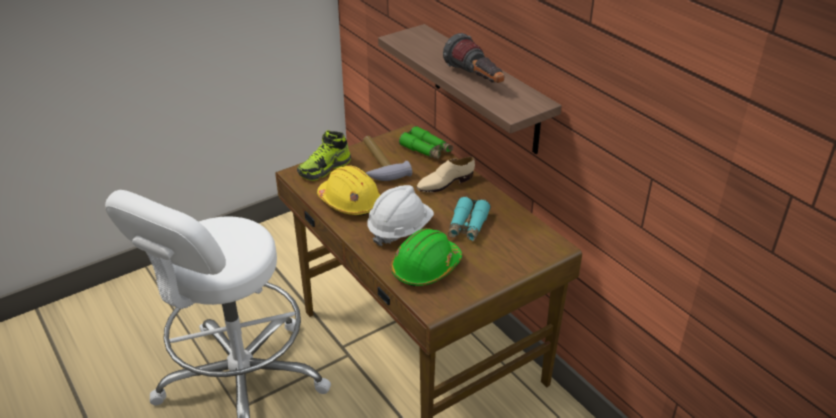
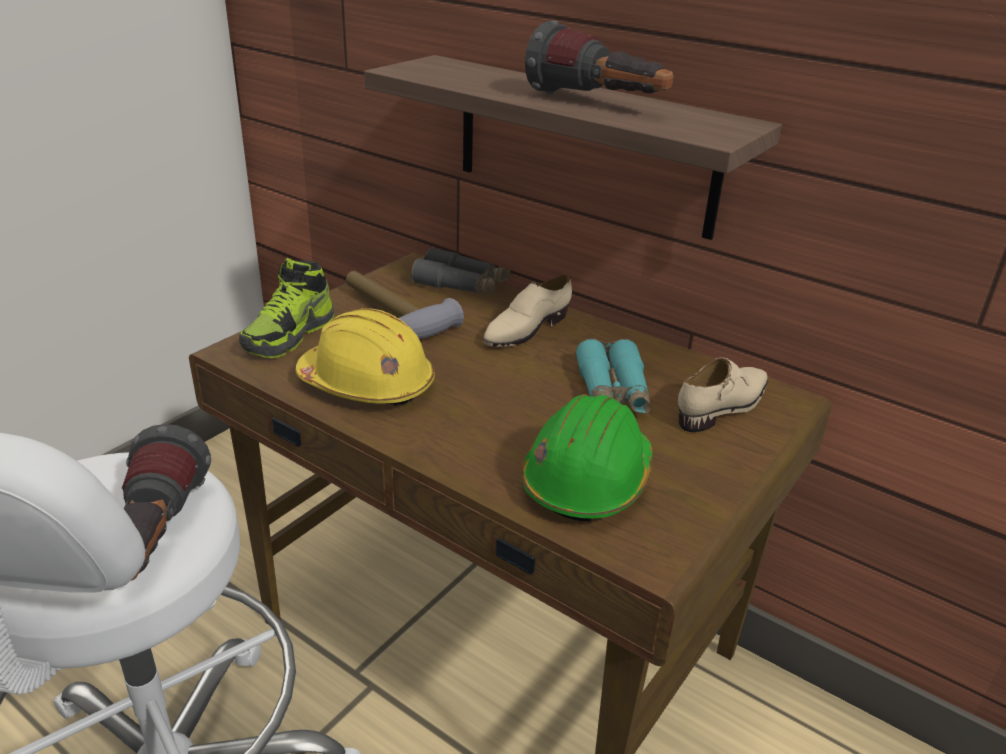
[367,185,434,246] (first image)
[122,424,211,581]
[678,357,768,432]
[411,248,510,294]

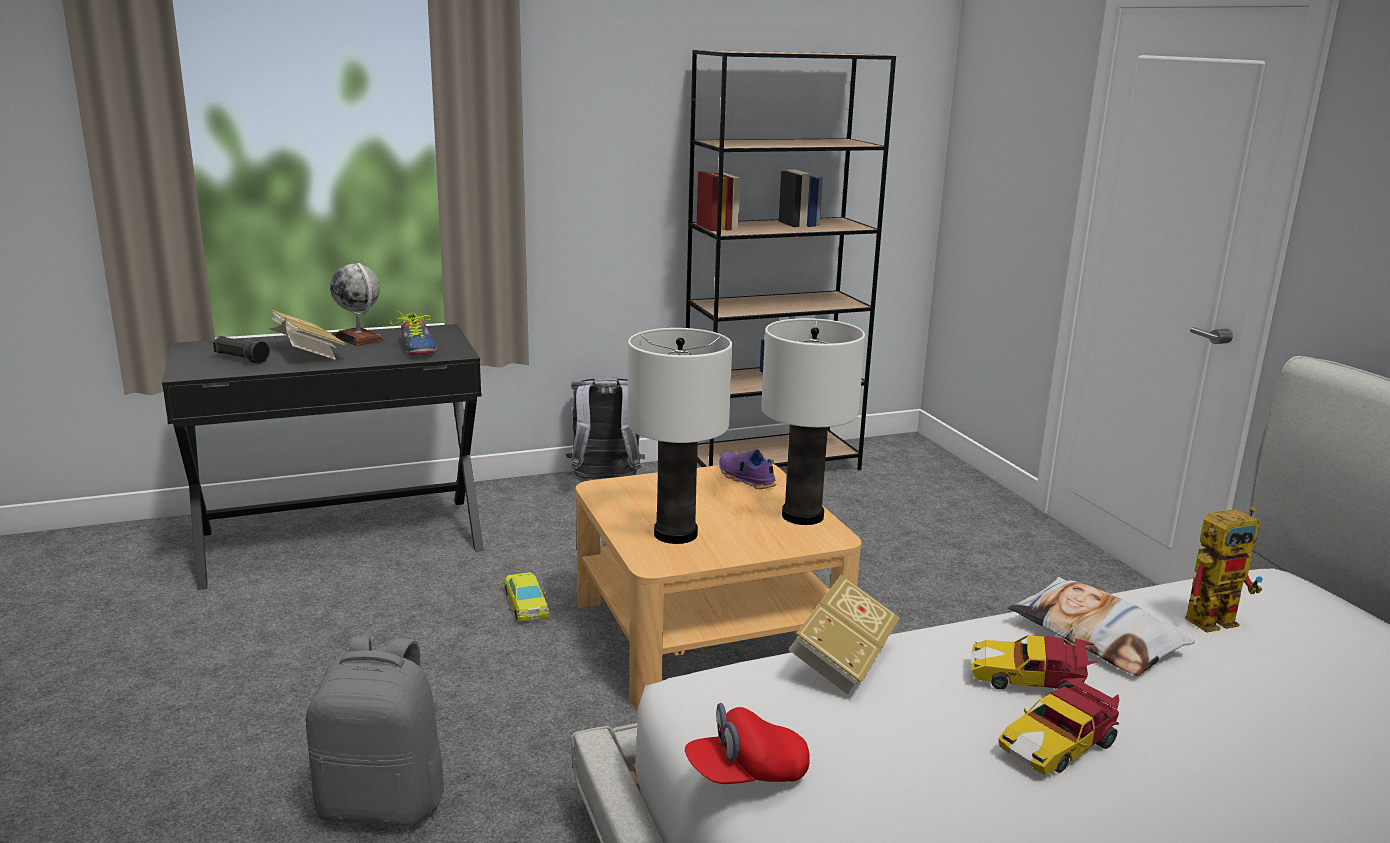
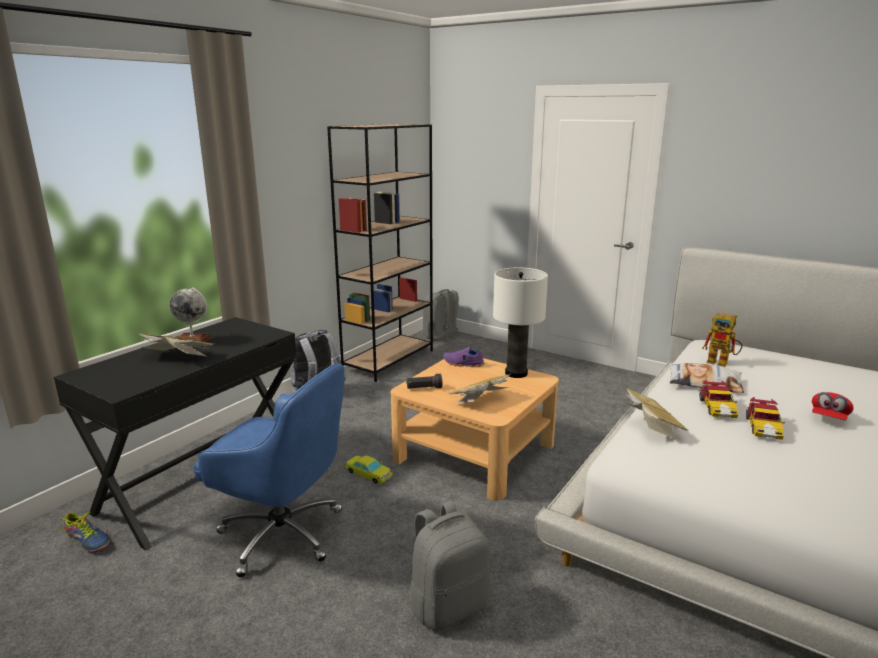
[193,363,344,577]
[423,289,462,342]
[406,374,443,389]
[59,511,110,553]
[812,392,853,420]
[447,374,511,404]
[700,380,738,418]
[702,313,742,367]

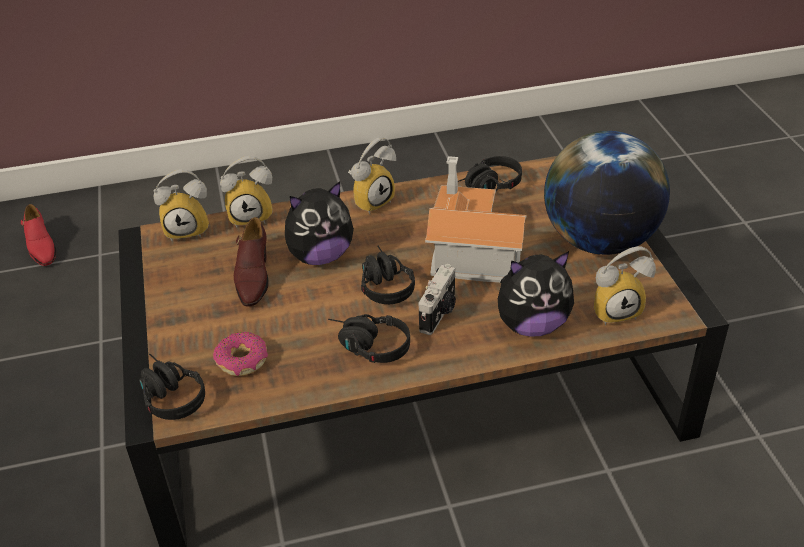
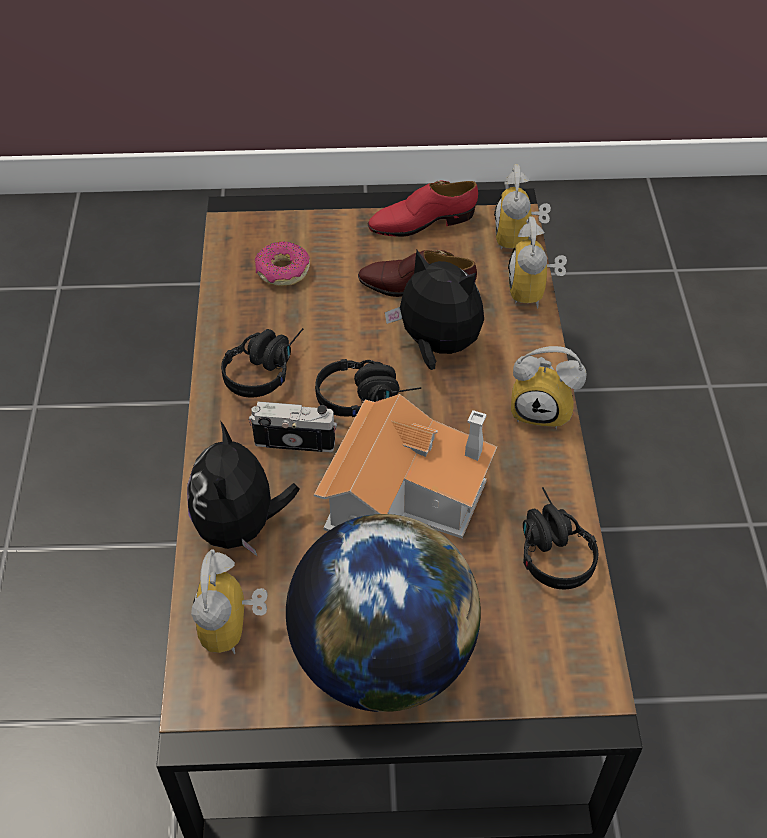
[139,354,205,420] (first image)
[368,180,478,237]
[385,250,484,370]
[511,346,586,429]
[249,402,337,452]

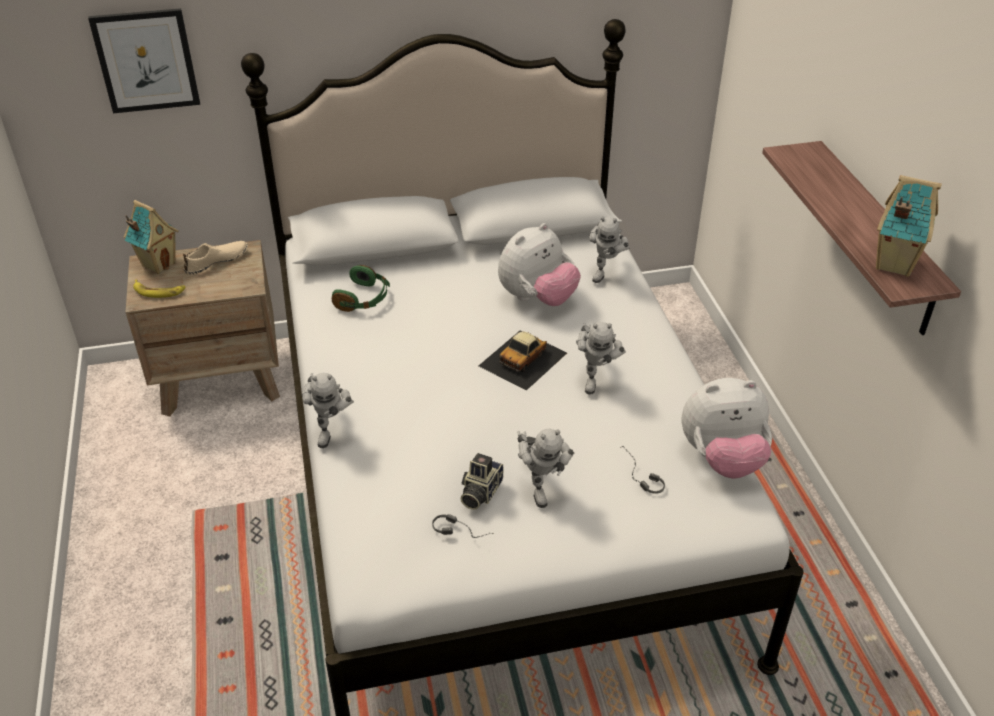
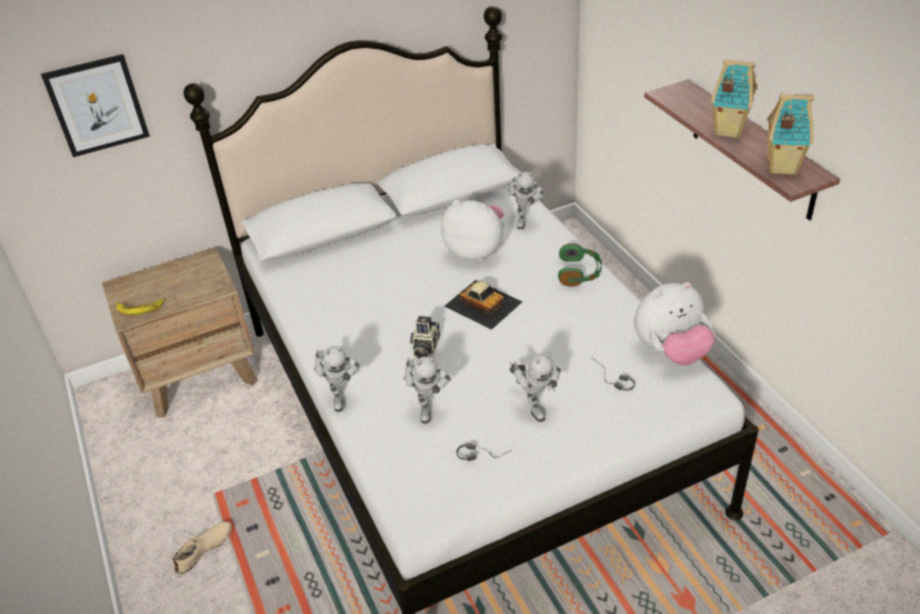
[711,59,757,138]
[172,522,232,574]
[558,243,602,287]
[410,316,440,359]
[404,357,451,424]
[445,280,522,330]
[441,200,505,261]

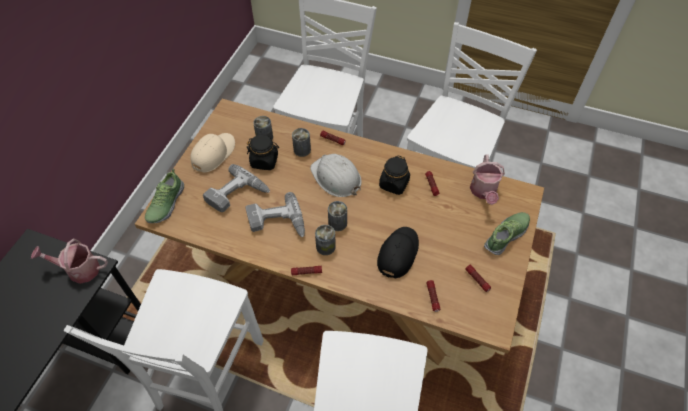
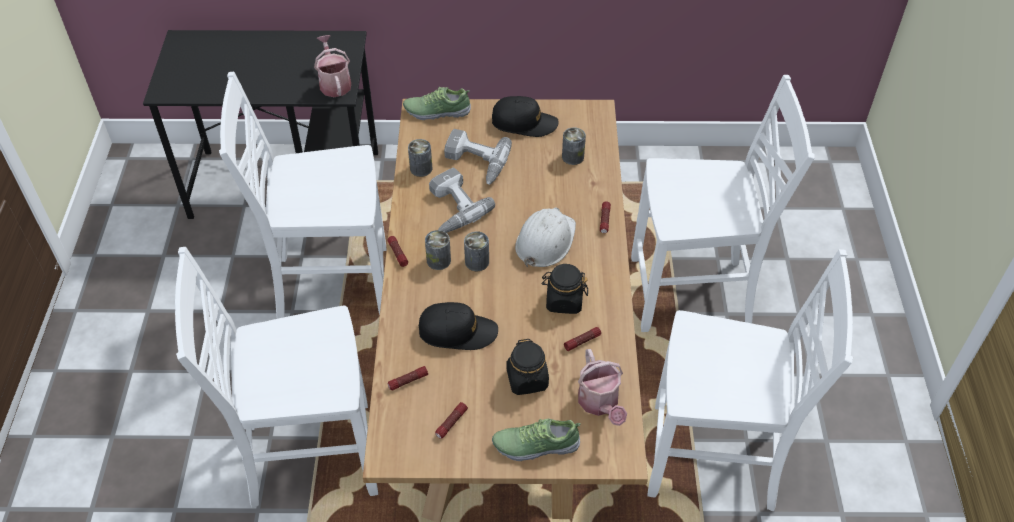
[506,339,549,395]
[408,139,432,177]
[492,96,559,137]
[578,349,627,426]
[492,419,581,461]

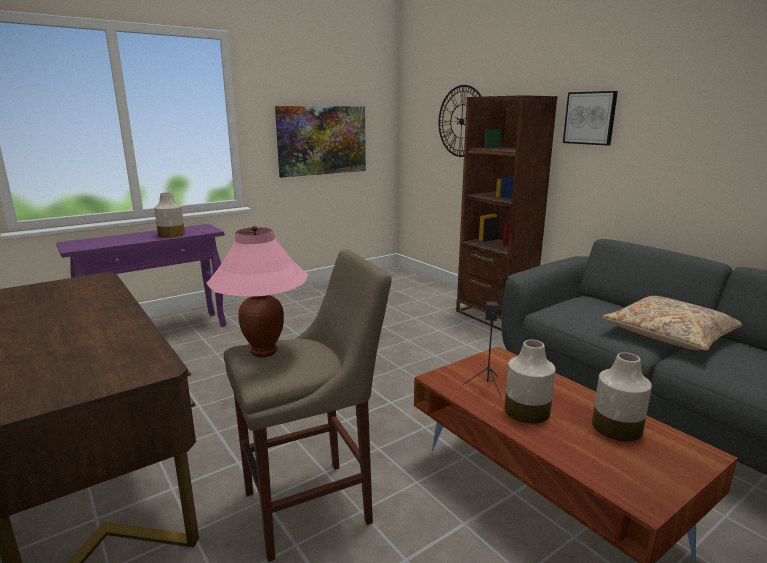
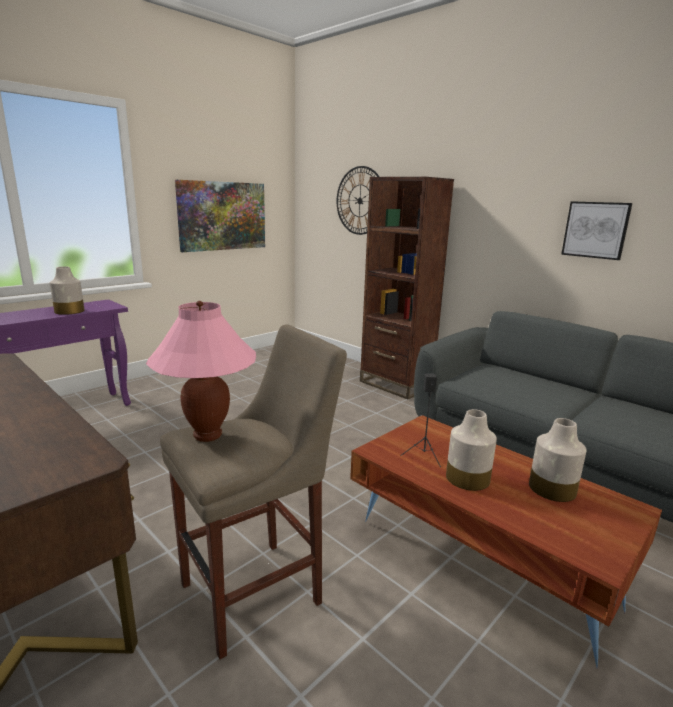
[602,296,742,350] (first image)
[561,201,632,260]

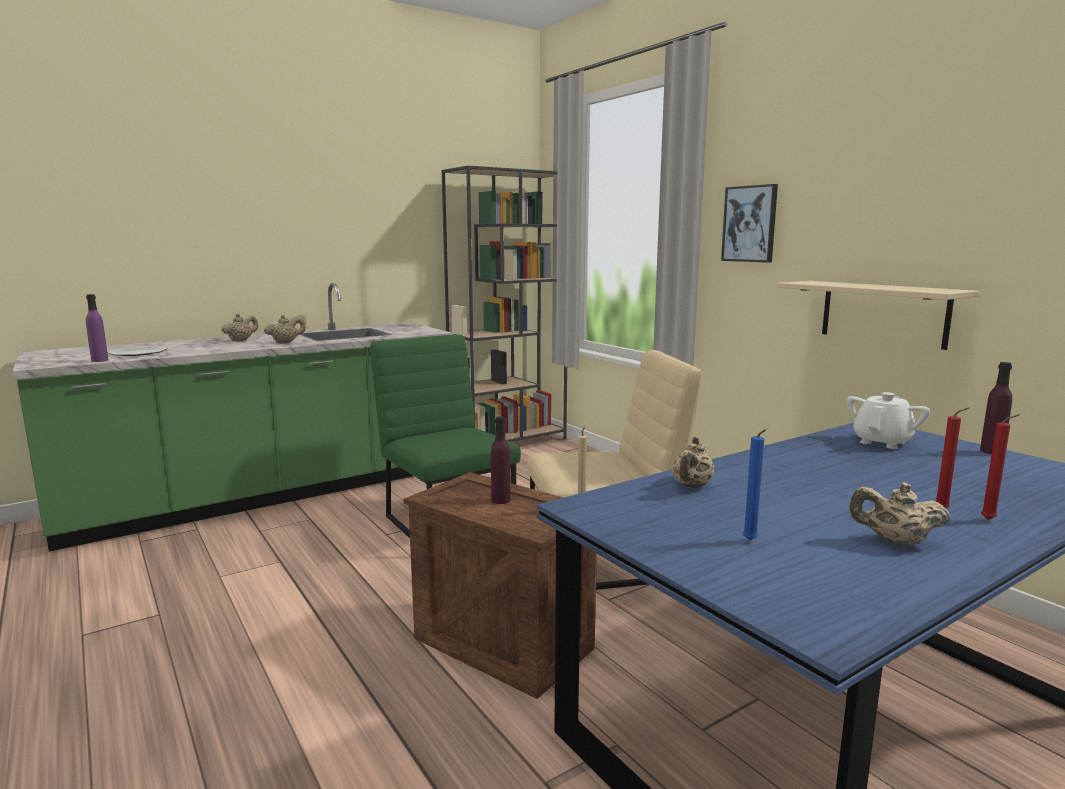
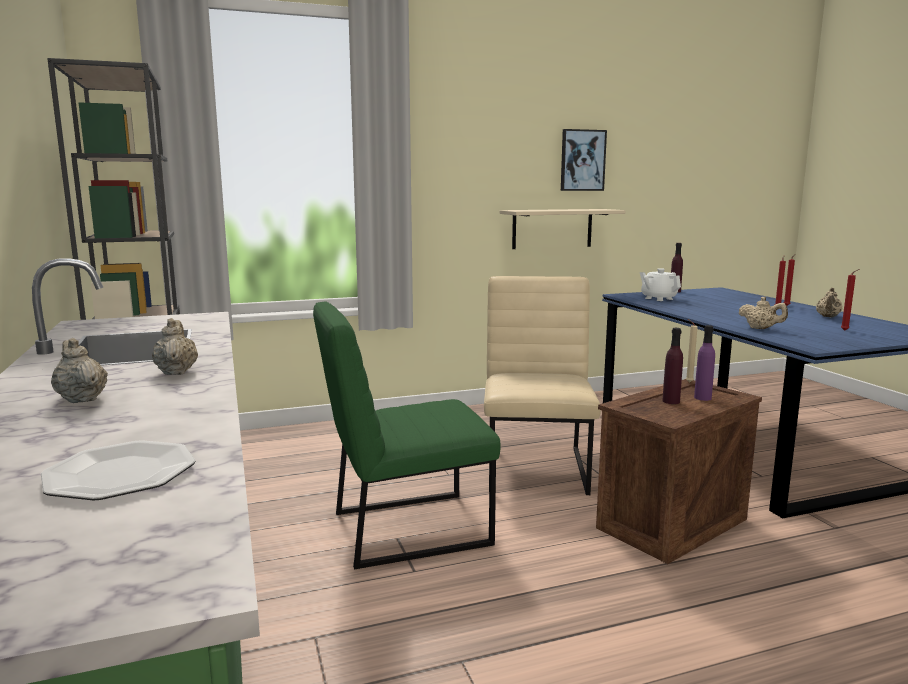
[694,325,715,401]
[561,129,607,191]
[841,269,859,331]

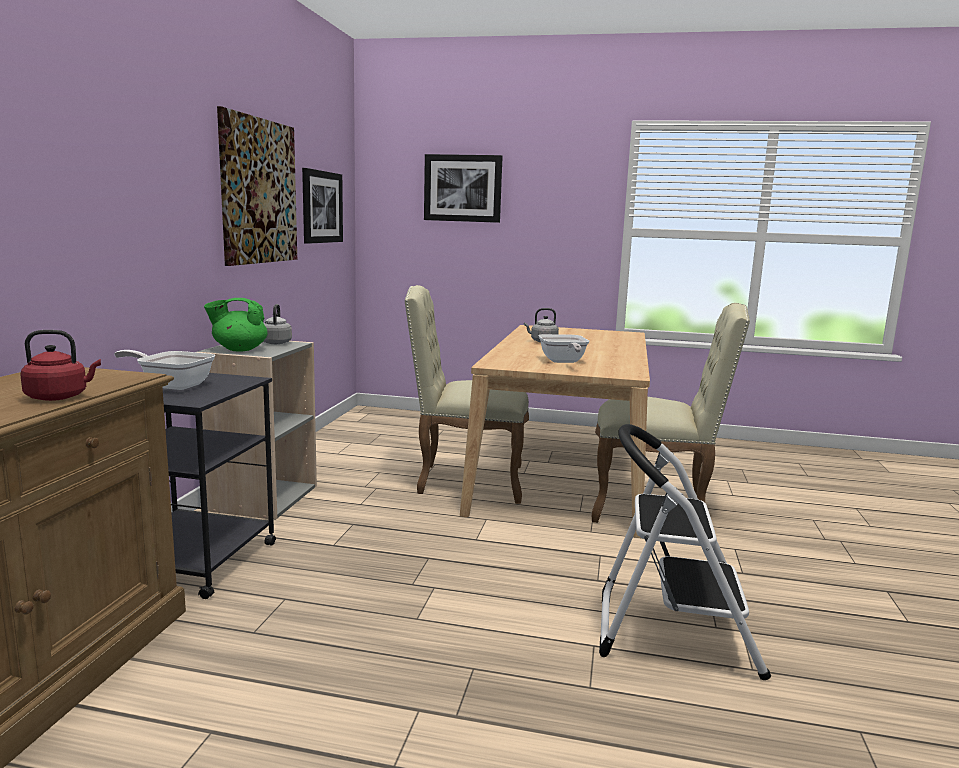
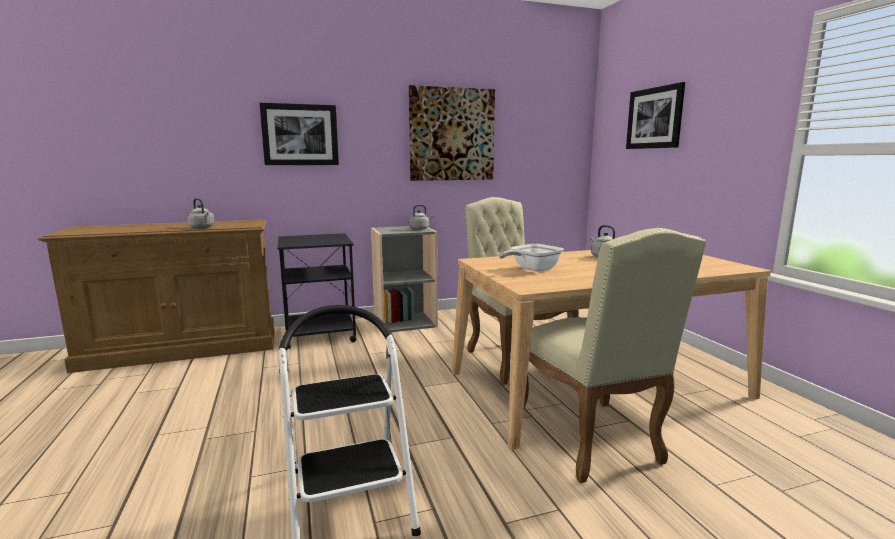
[114,350,215,390] (first image)
[204,298,268,352] (first image)
[259,103,339,165]
[188,198,215,228]

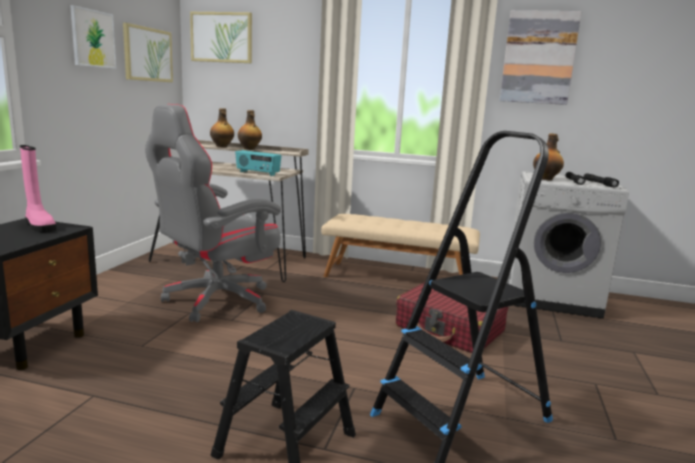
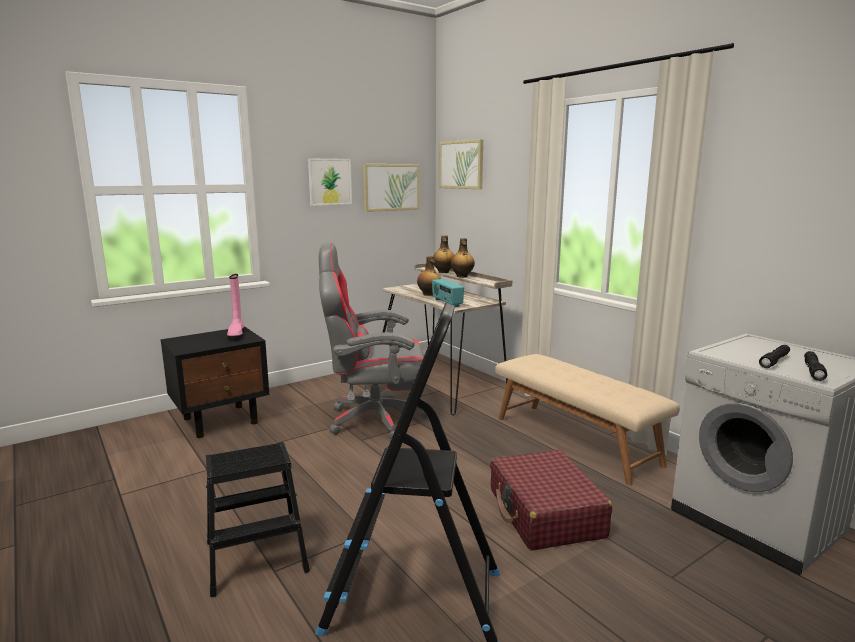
[500,10,582,105] (first image)
[417,256,441,296]

